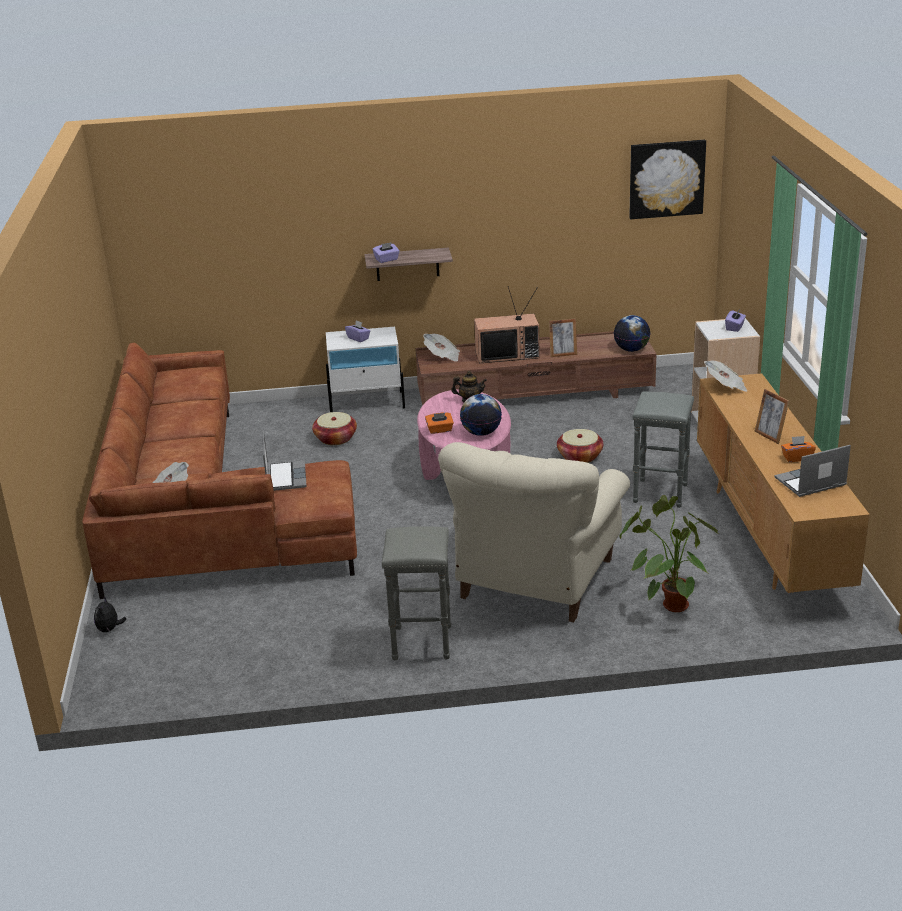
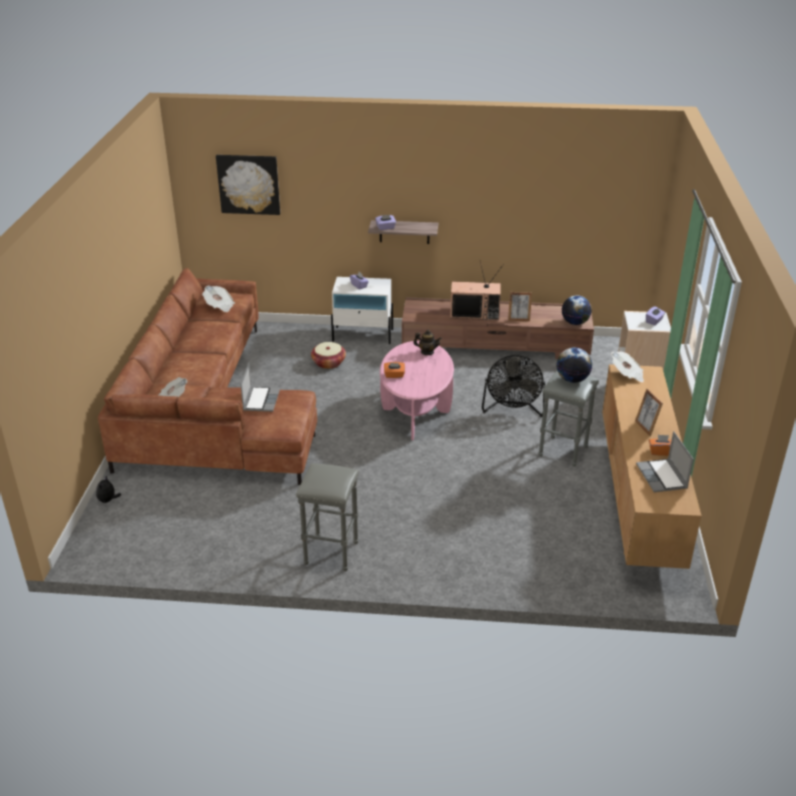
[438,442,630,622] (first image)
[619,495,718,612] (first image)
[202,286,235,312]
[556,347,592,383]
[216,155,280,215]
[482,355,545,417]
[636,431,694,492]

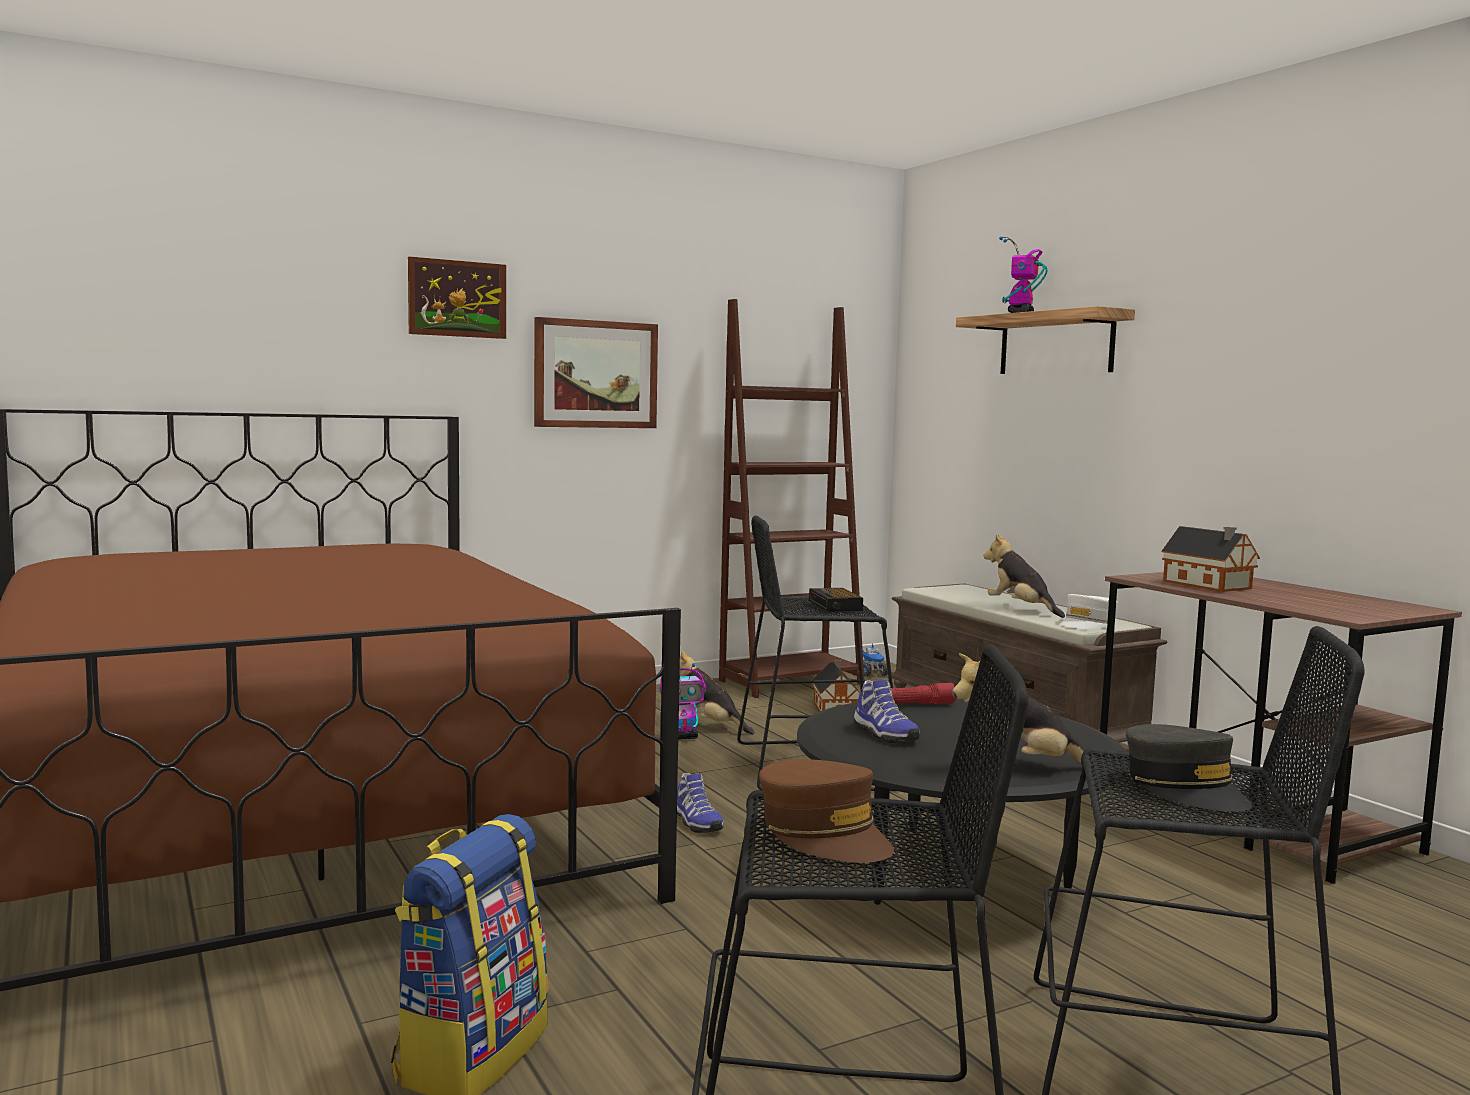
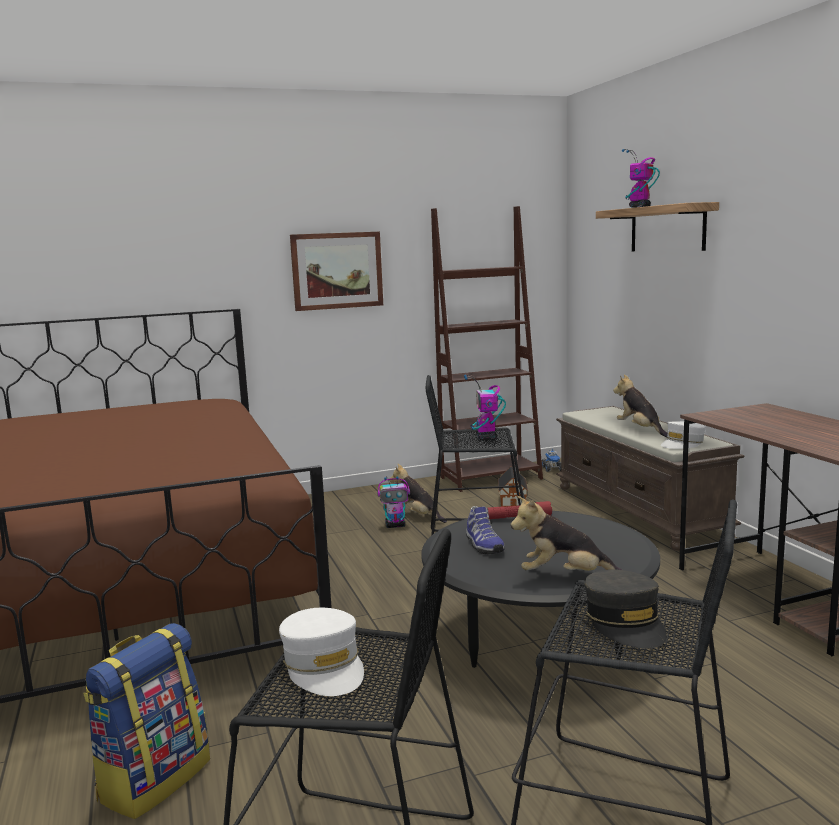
[408,257,506,339] (first image)
[677,773,723,833] (first image)
[1161,526,1260,592] (first image)
[464,375,506,440]
[279,608,364,696]

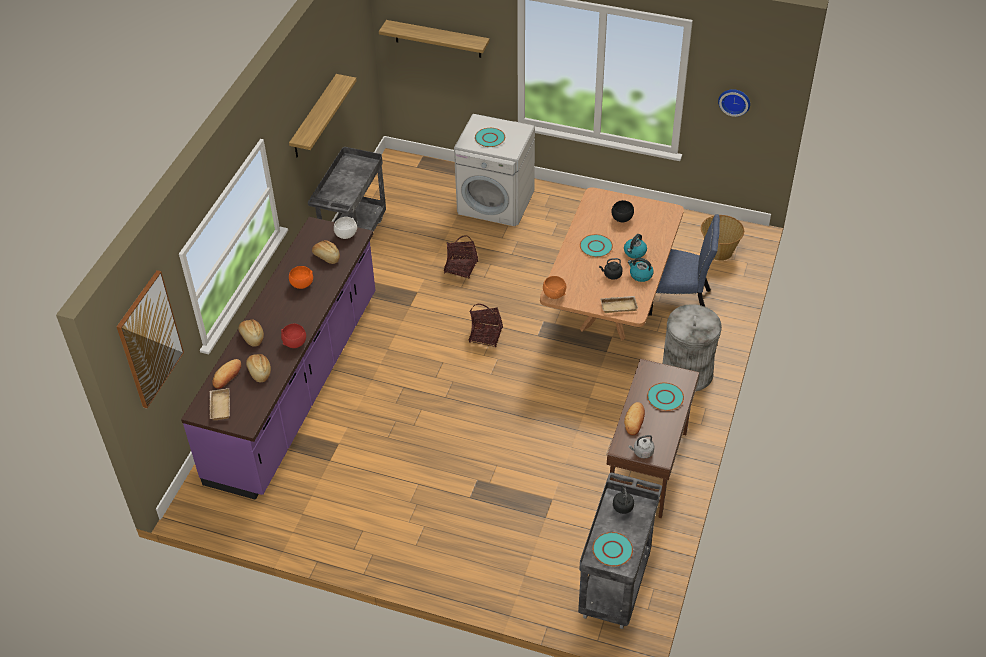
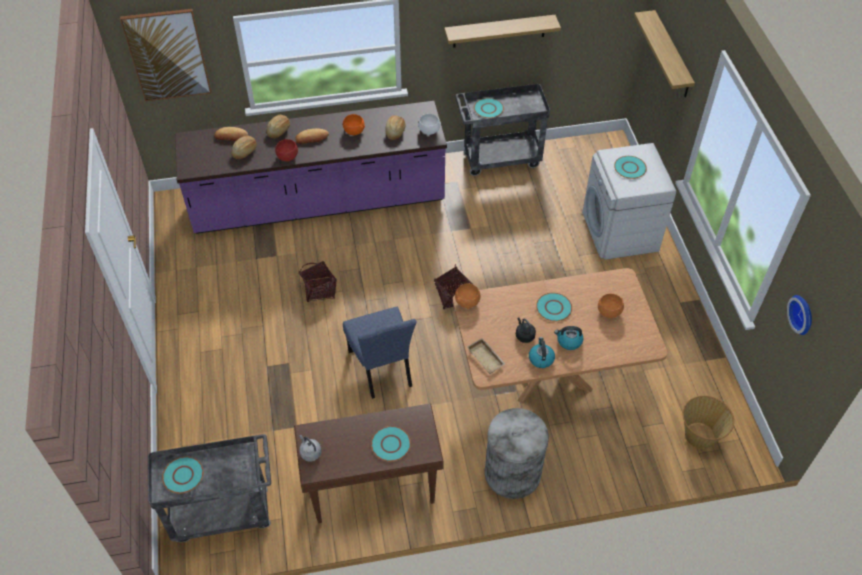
[210,388,230,420] (first image)
[613,485,634,514] (first image)
[474,98,504,118]
[299,261,336,302]
[295,128,329,144]
[343,307,417,399]
[598,294,624,318]

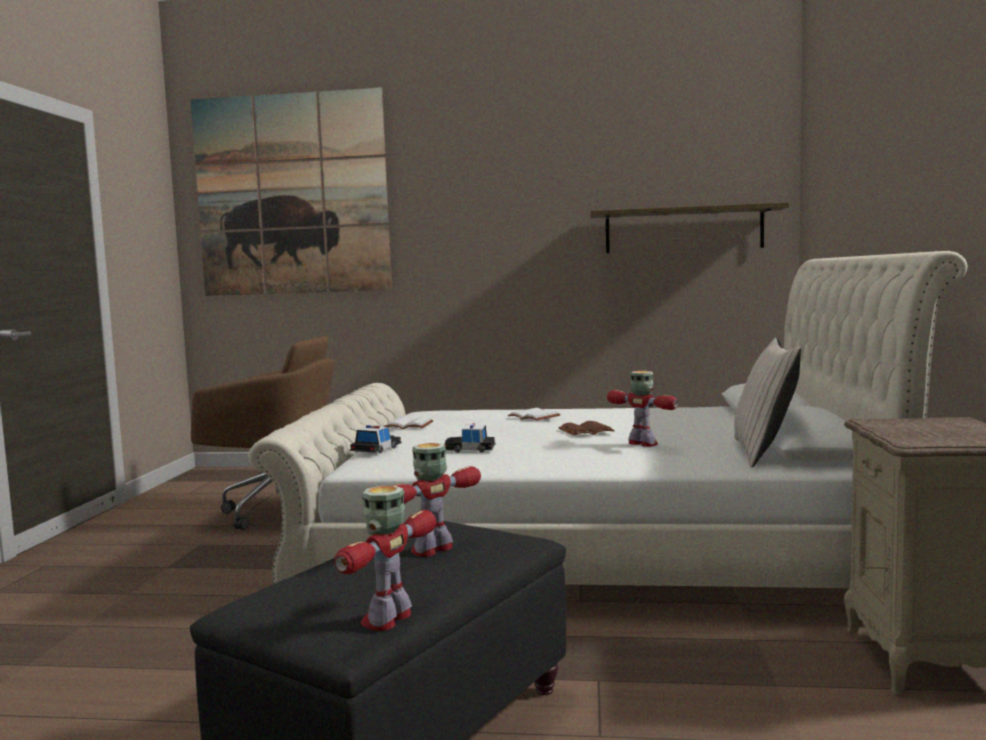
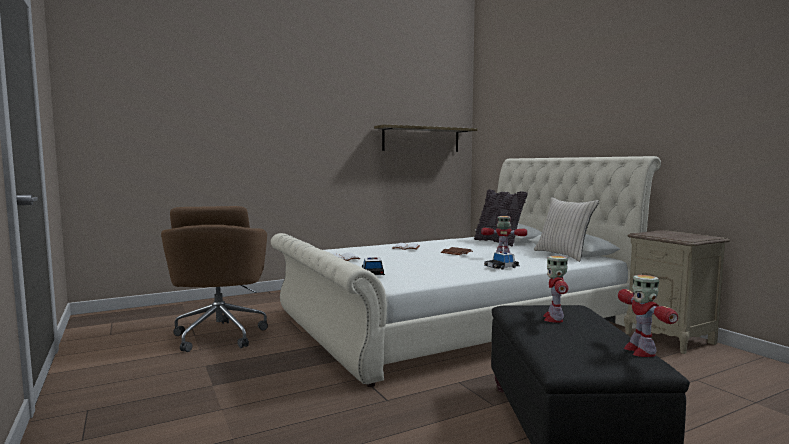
[190,87,392,296] (first image)
[474,189,528,247]
[484,251,520,270]
[161,206,268,352]

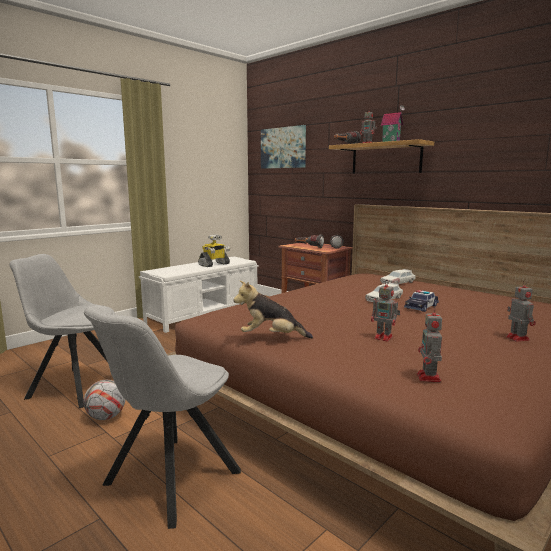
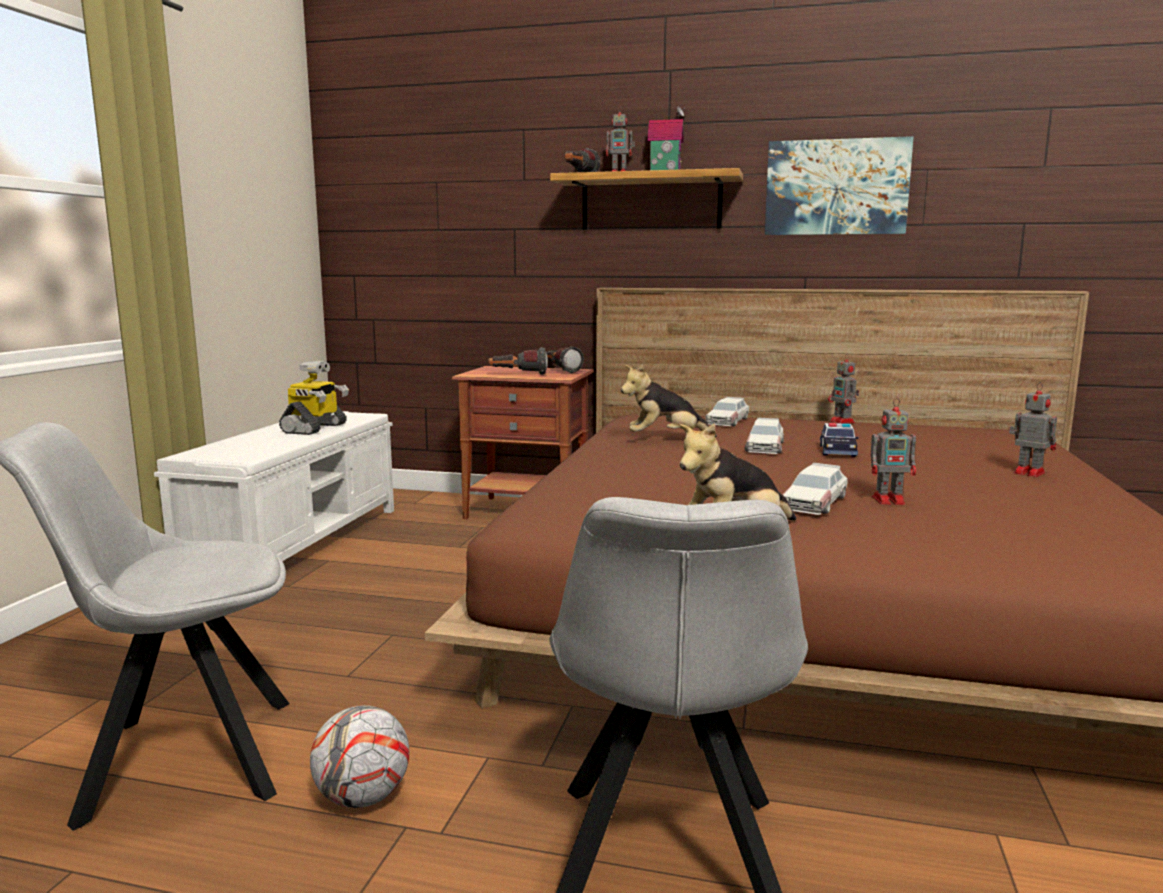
[621,364,717,437]
[782,463,848,515]
[765,136,914,235]
[828,354,859,424]

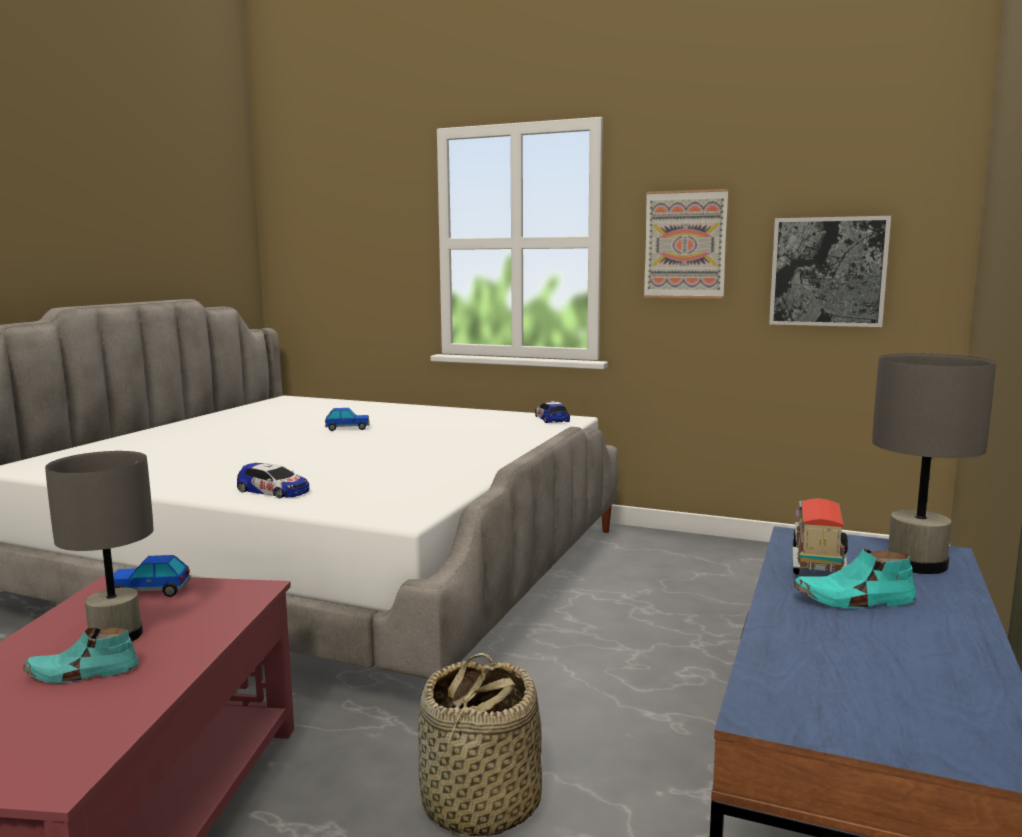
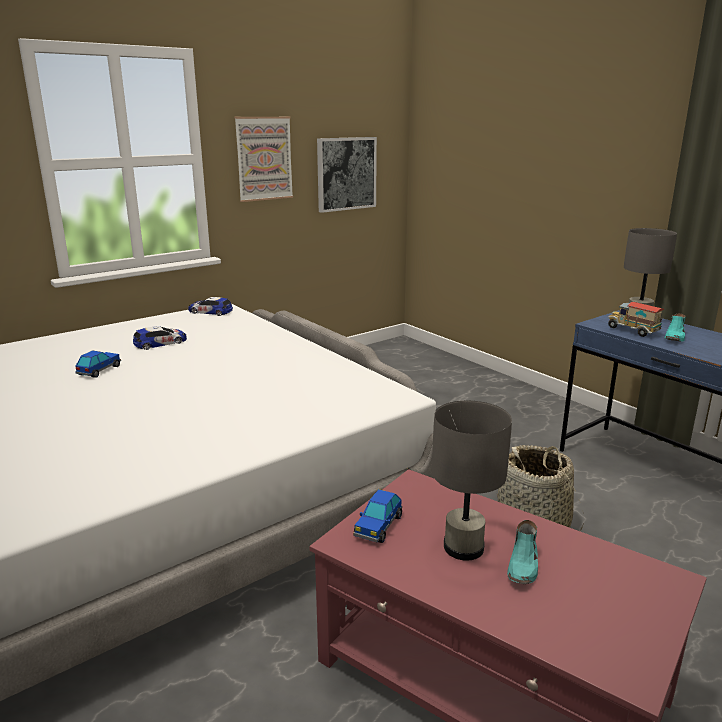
[133,326,187,350]

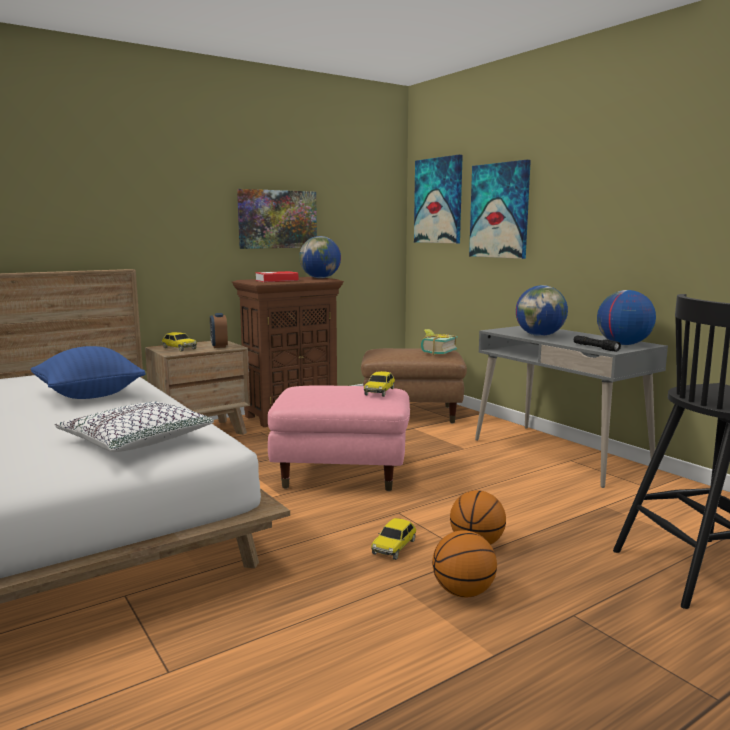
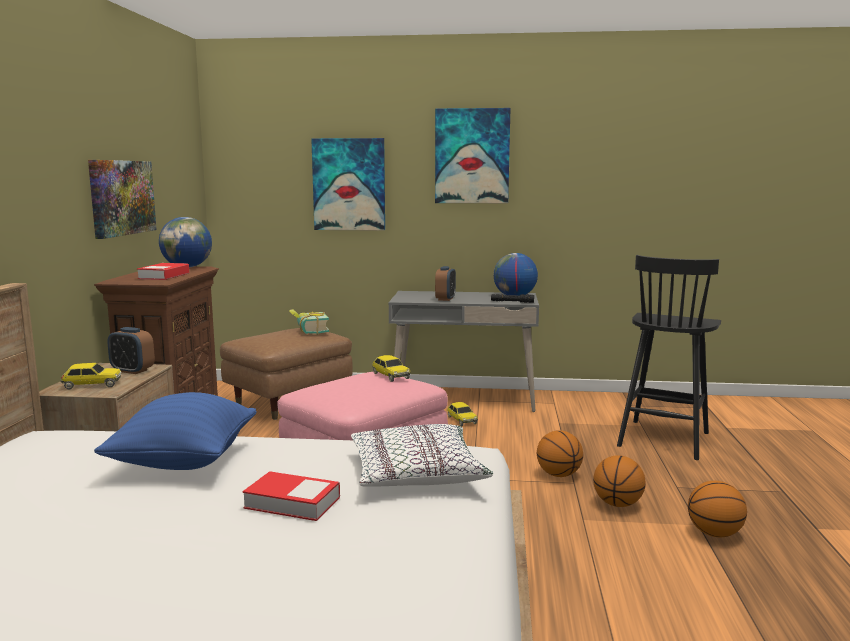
[243,471,340,521]
[688,481,747,537]
[447,402,478,426]
[435,108,511,203]
[435,266,456,301]

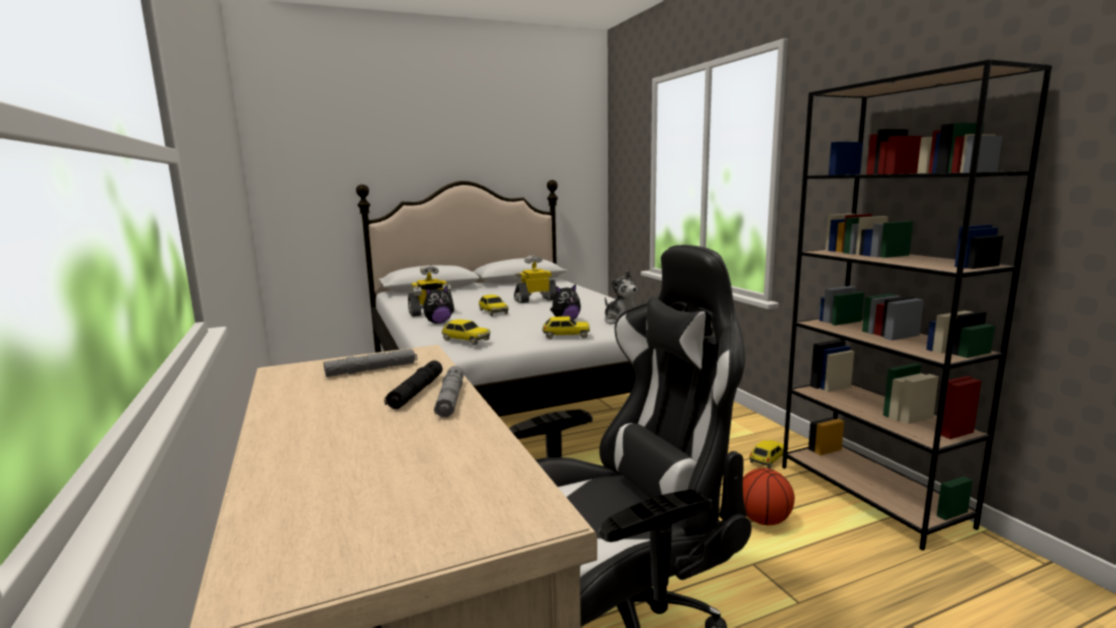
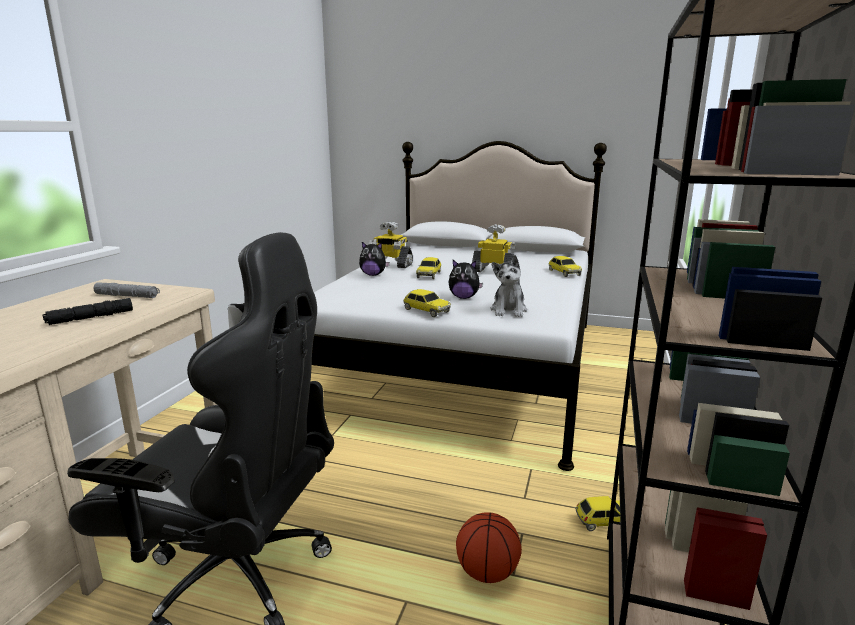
[434,366,464,417] (first image)
[549,256,582,277]

